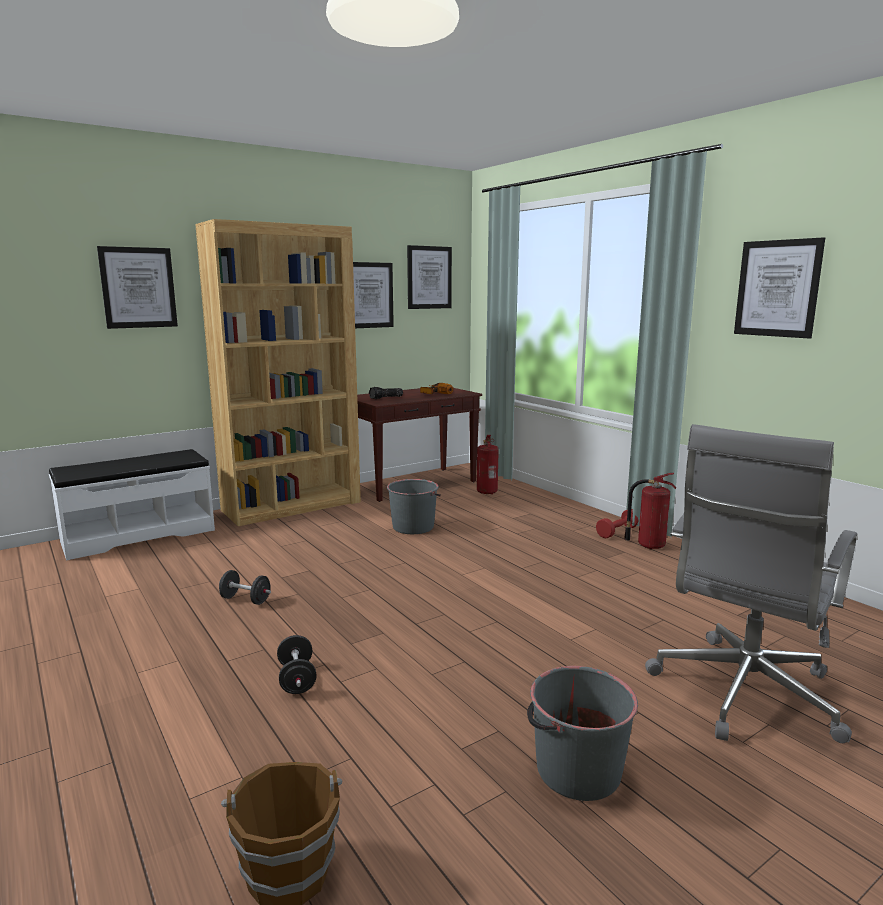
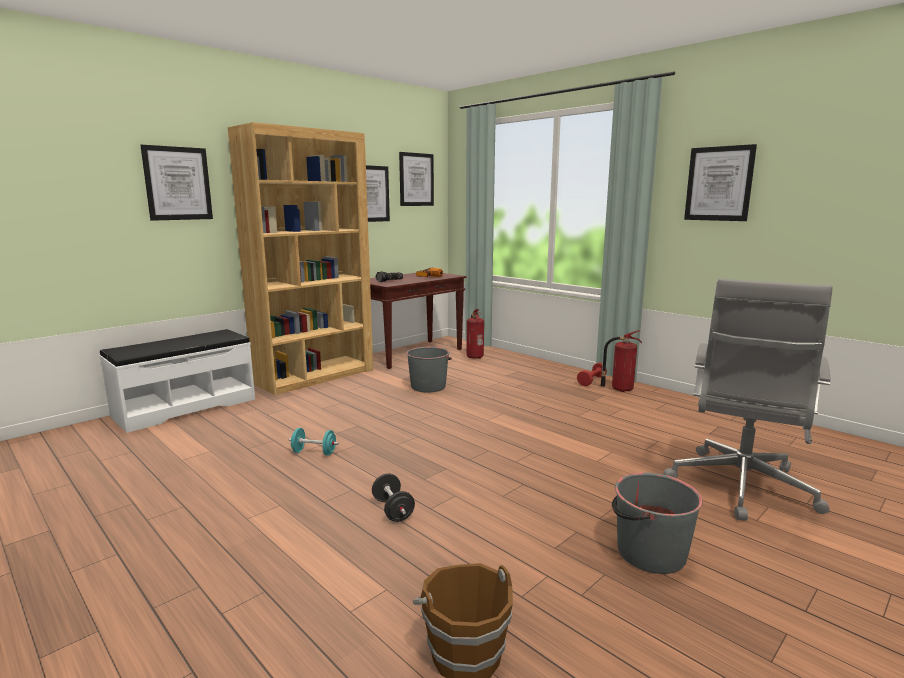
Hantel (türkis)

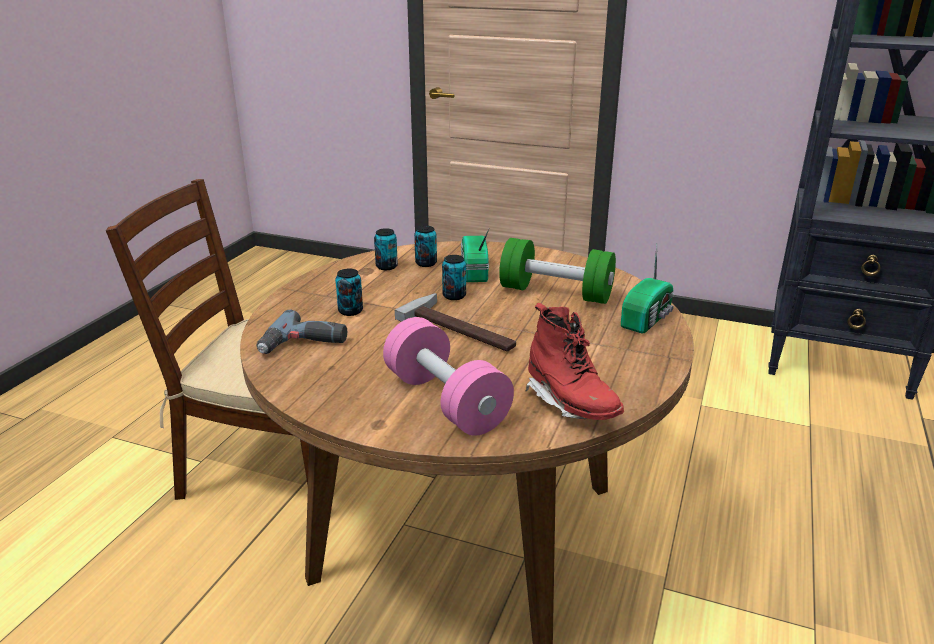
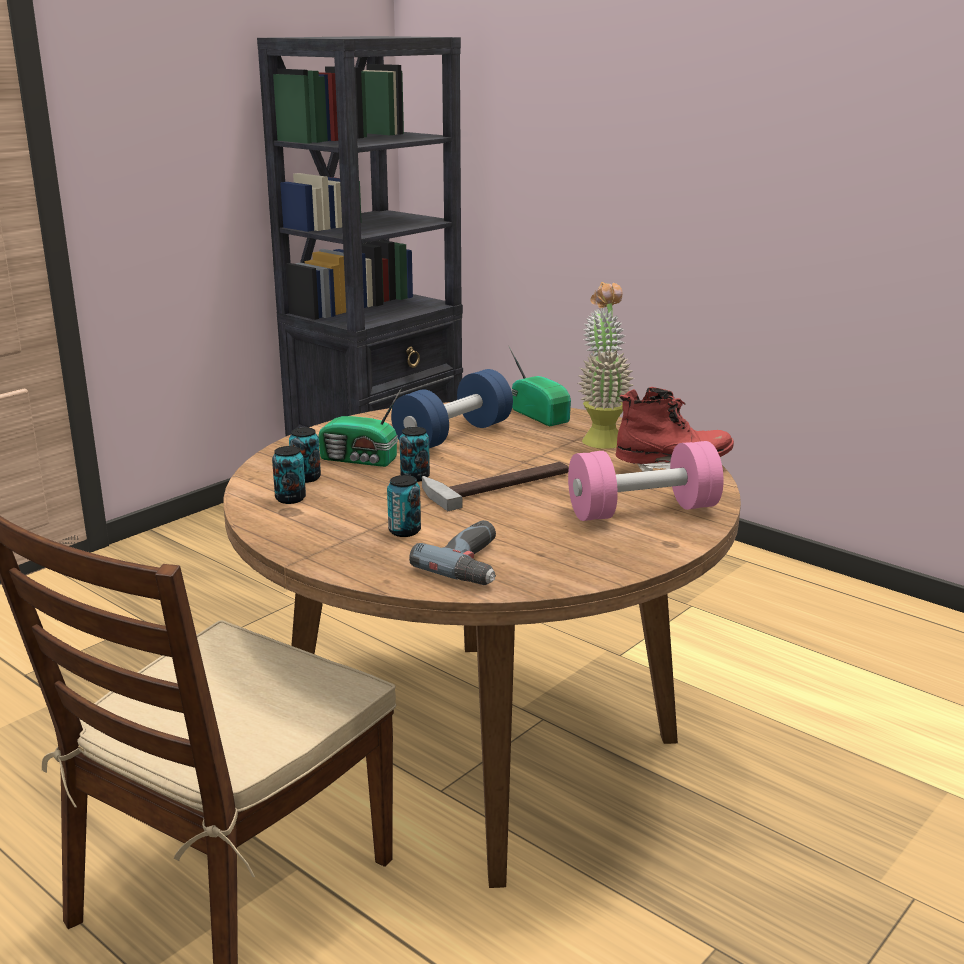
Hantel (blau)
Topfpflanze

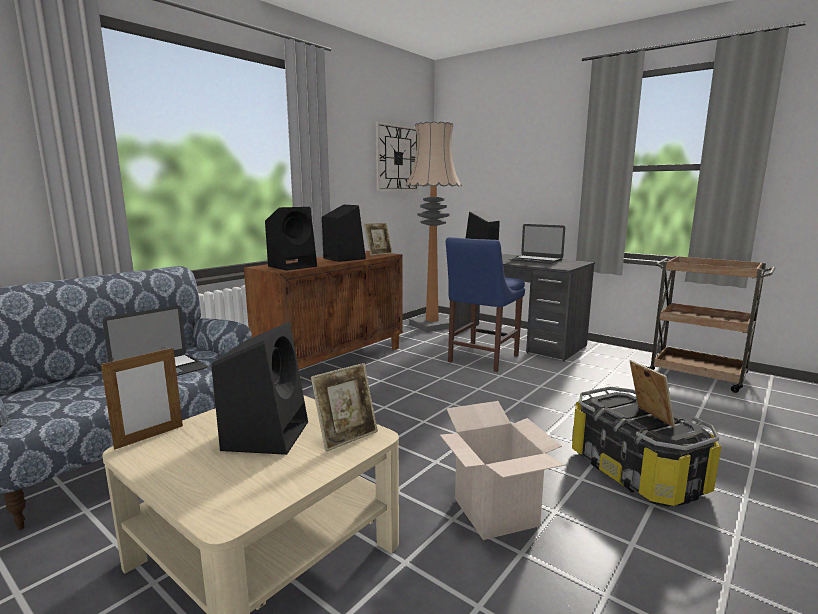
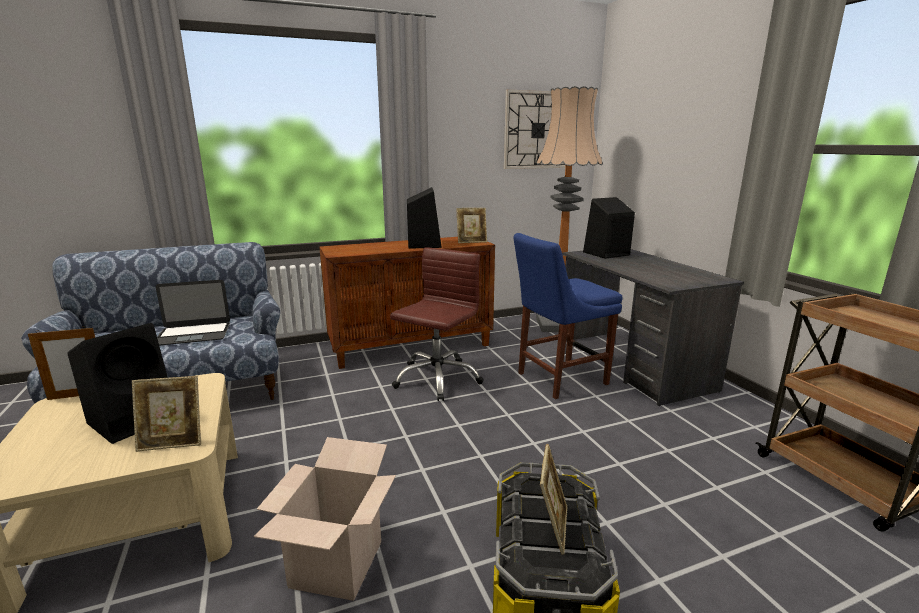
Lautsprecher (schwarz) (2nd from left in the first image)
Laptop (2nd from left in the first image)
Bürostuhl (braun)

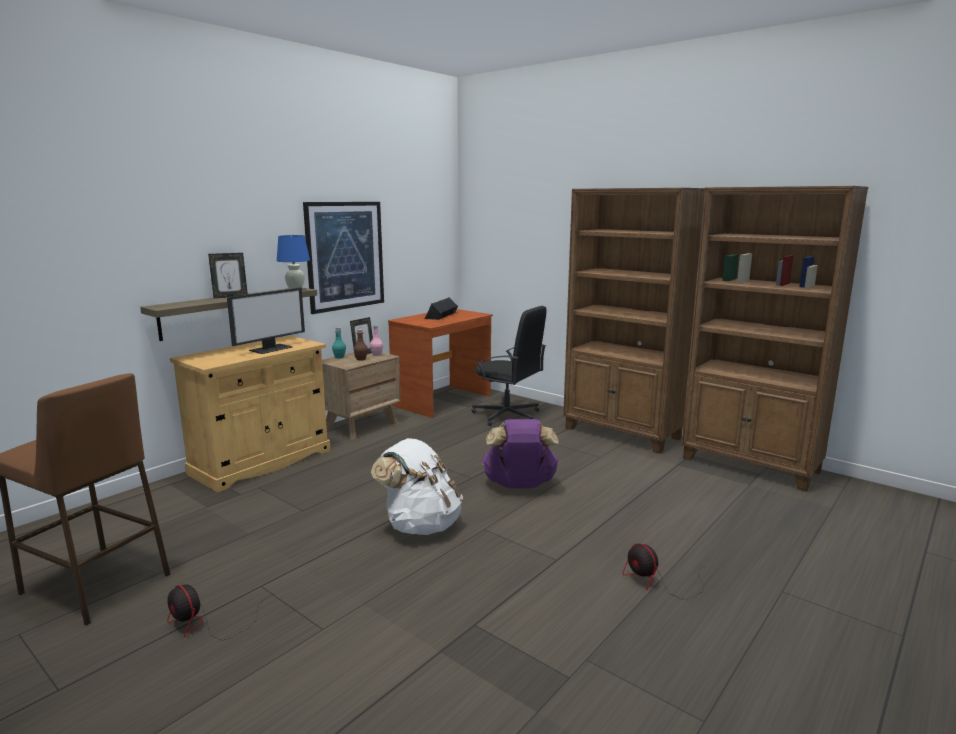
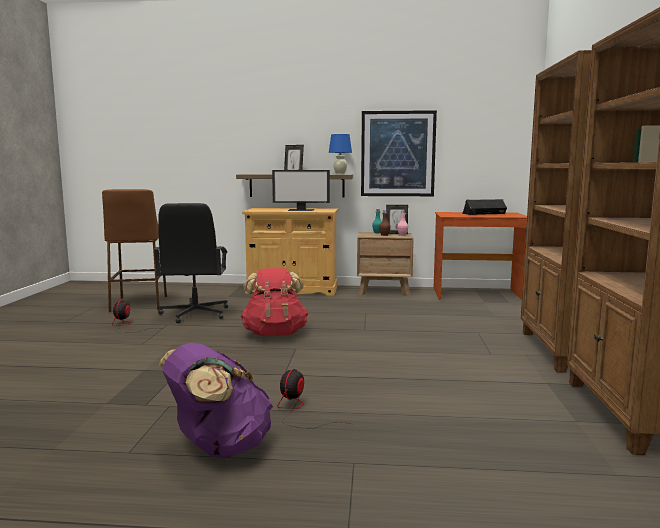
Bürostuhl (schwarz)
Rucksack (lila)
Rucksack (rot)

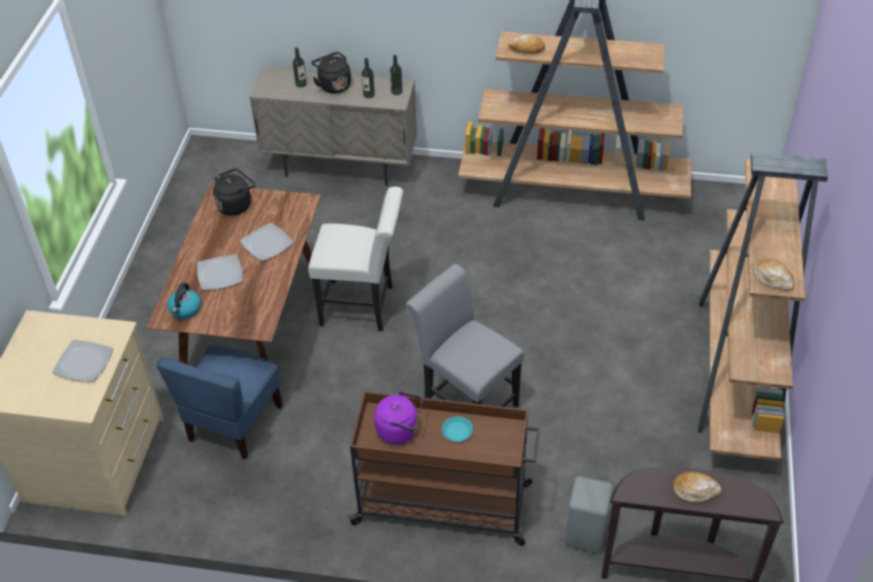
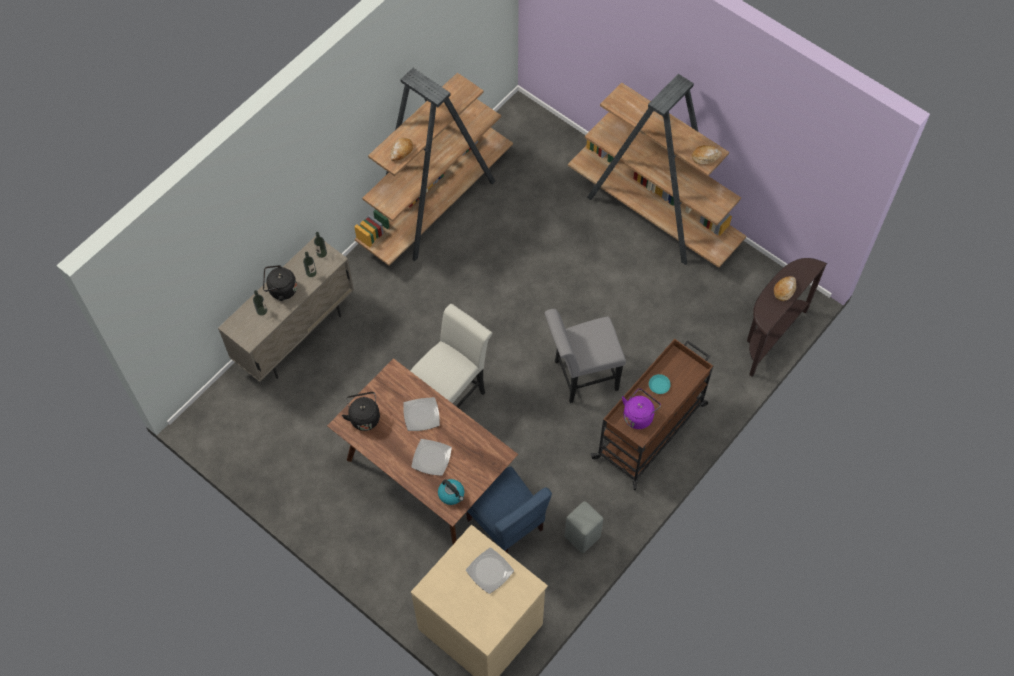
Hocker (grau)

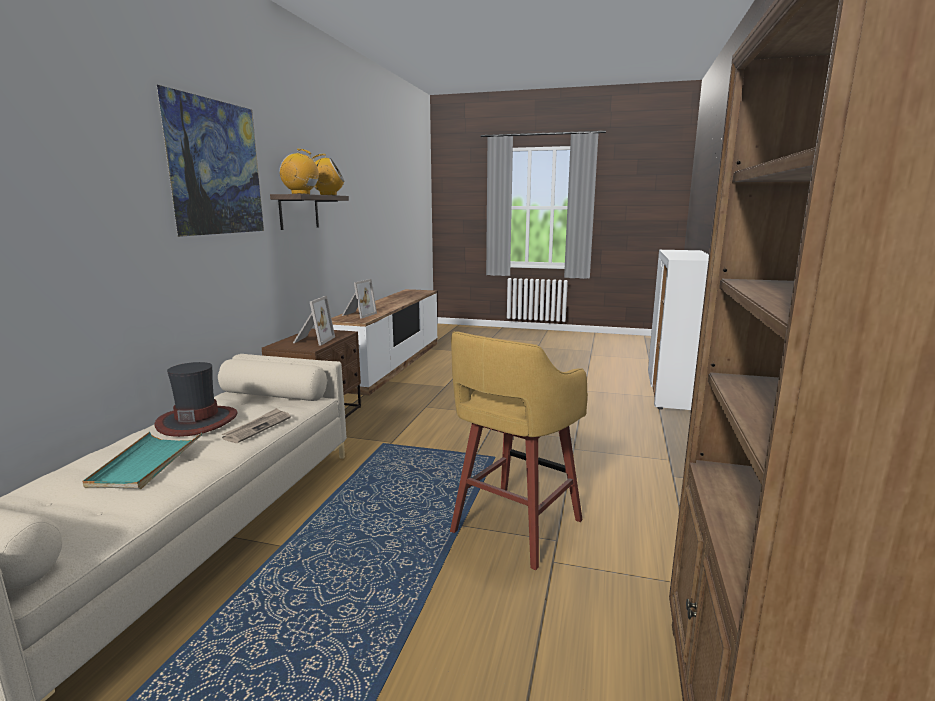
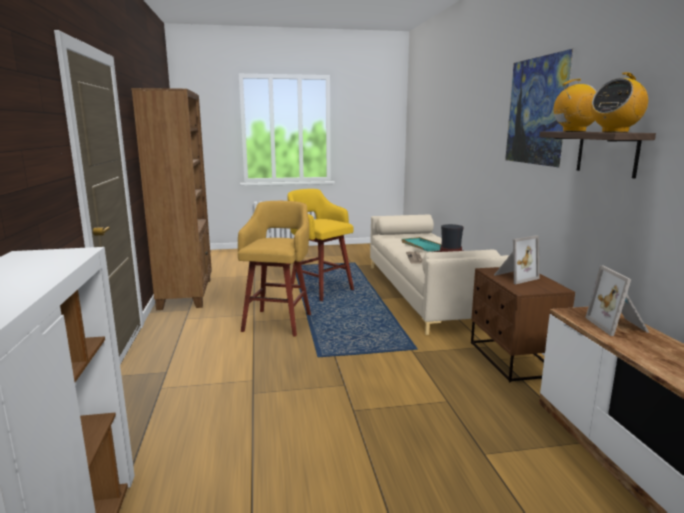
Bilderrahmen (1st from left)
Hocker (gelb) (2nd from left)

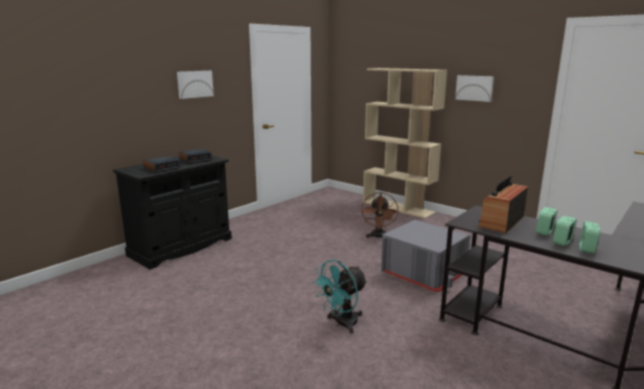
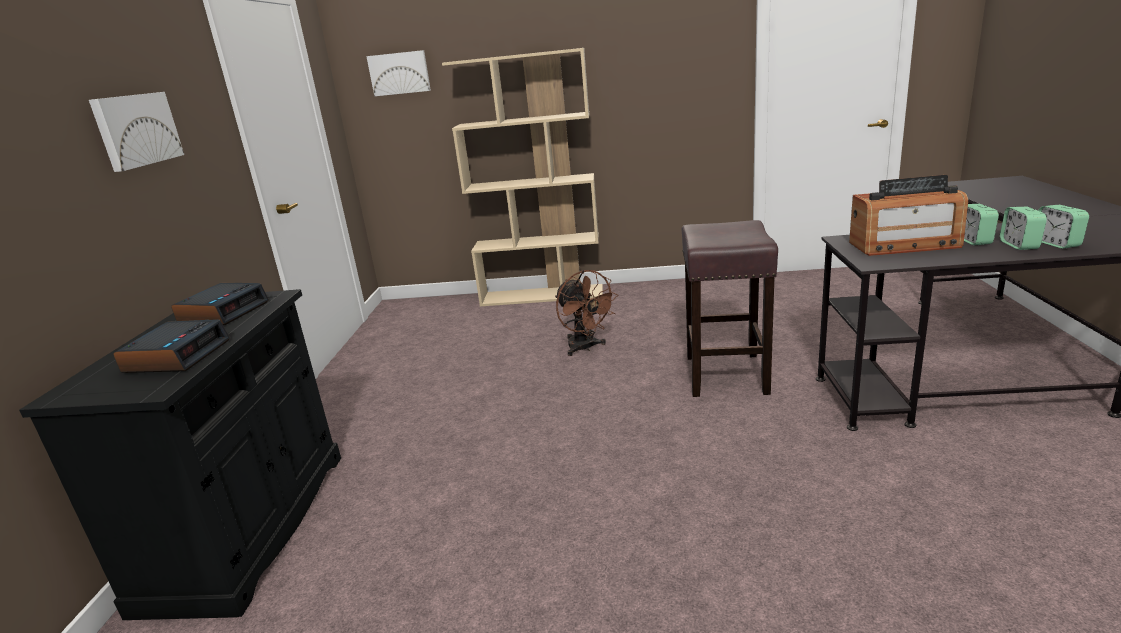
Bild (2nd from left)
Radio
Hocker (braun)
Ventilator (türkis)

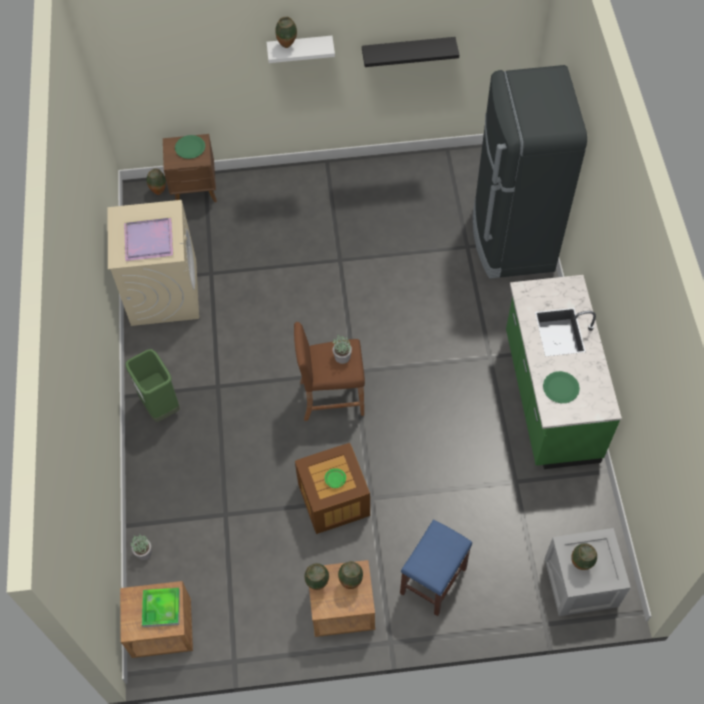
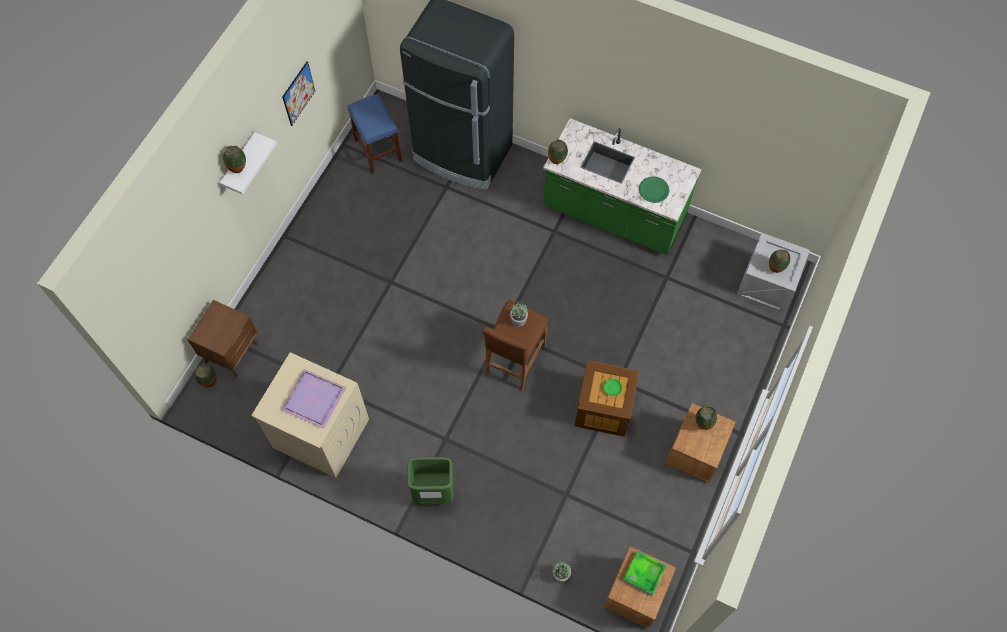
Bild
Teller (grün) (1st from left in the first image)
Hocker (blau)
Vase (3rd from left)

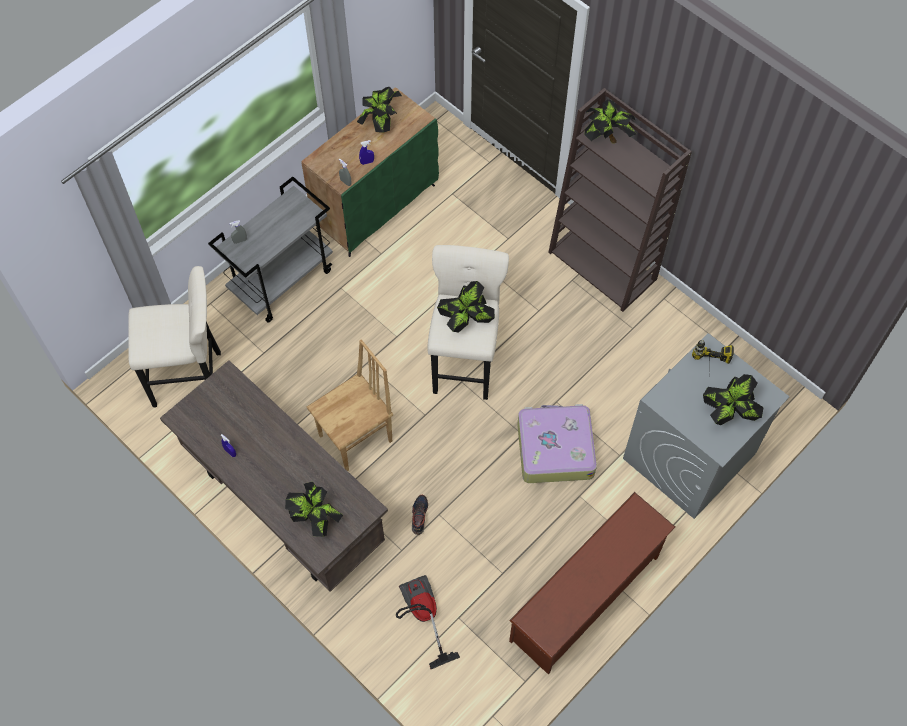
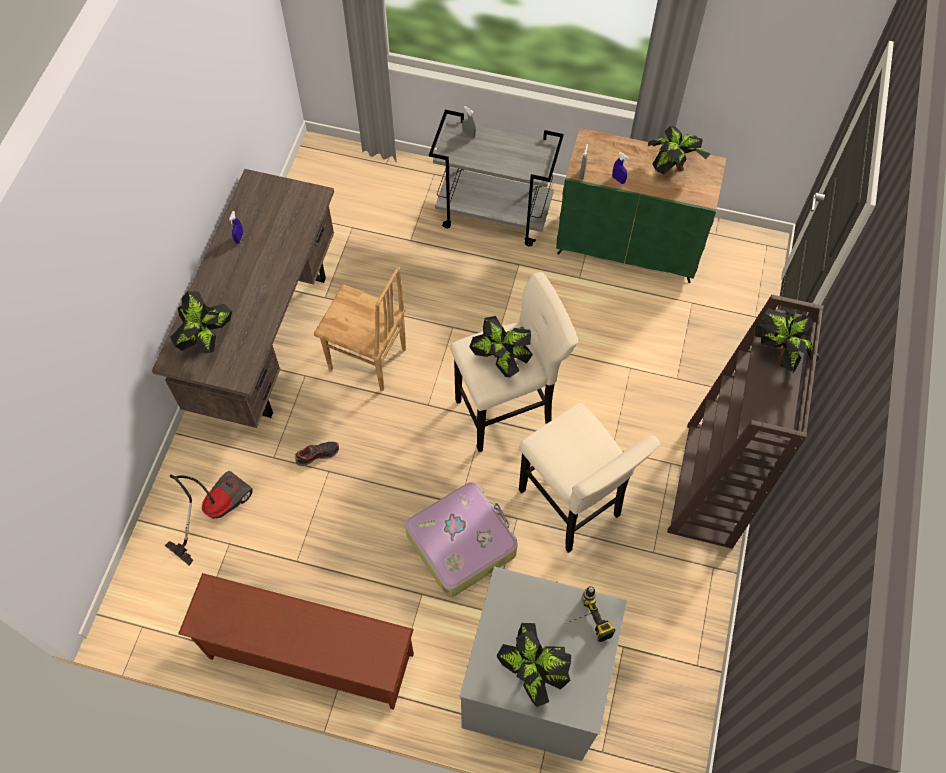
Hocker (beige) (2nd from left)

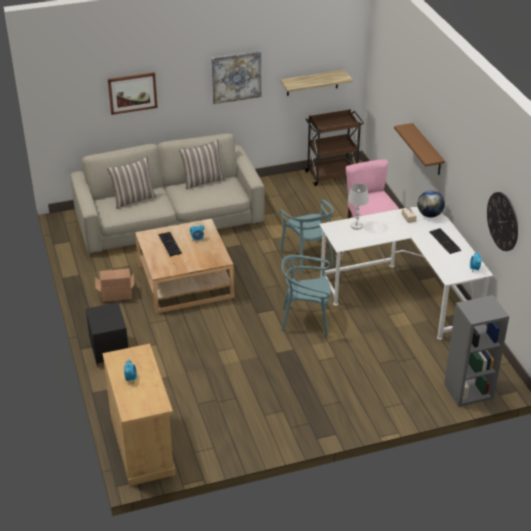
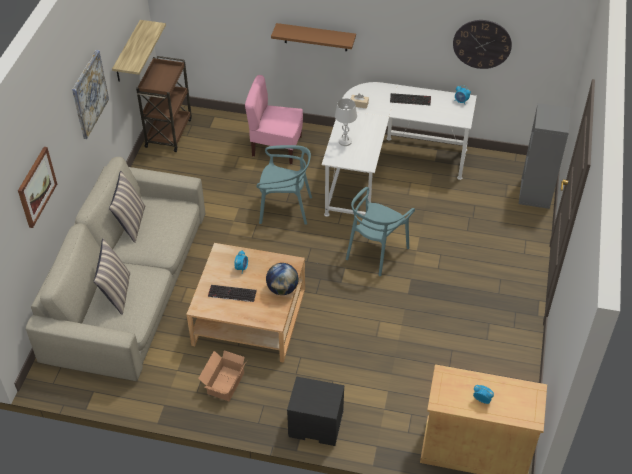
Globus

